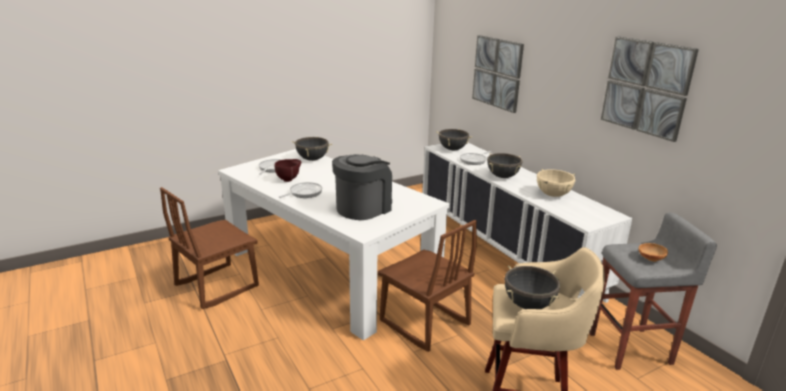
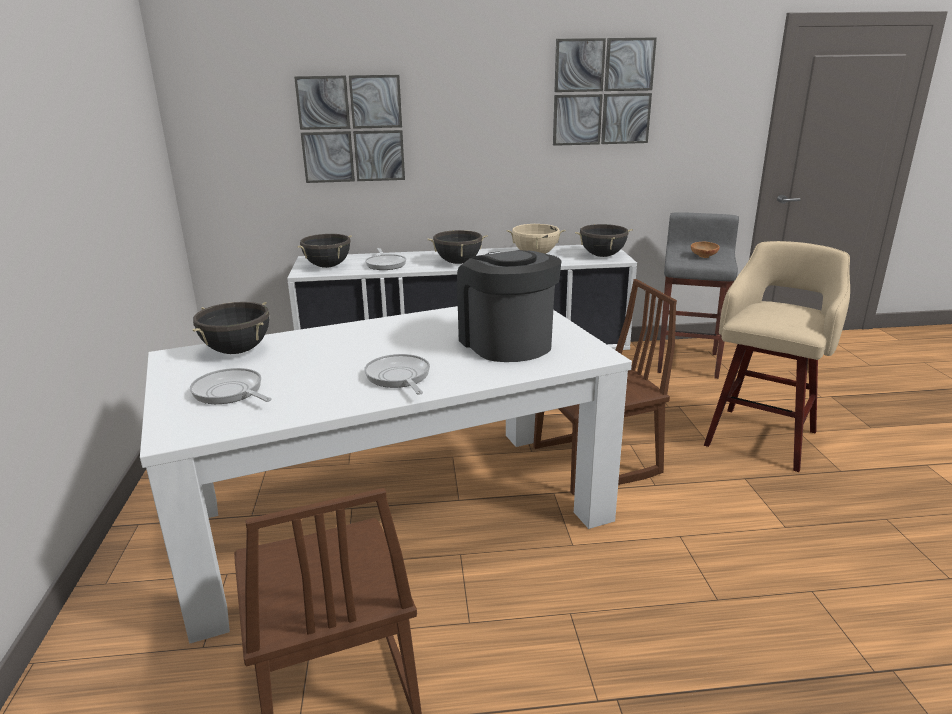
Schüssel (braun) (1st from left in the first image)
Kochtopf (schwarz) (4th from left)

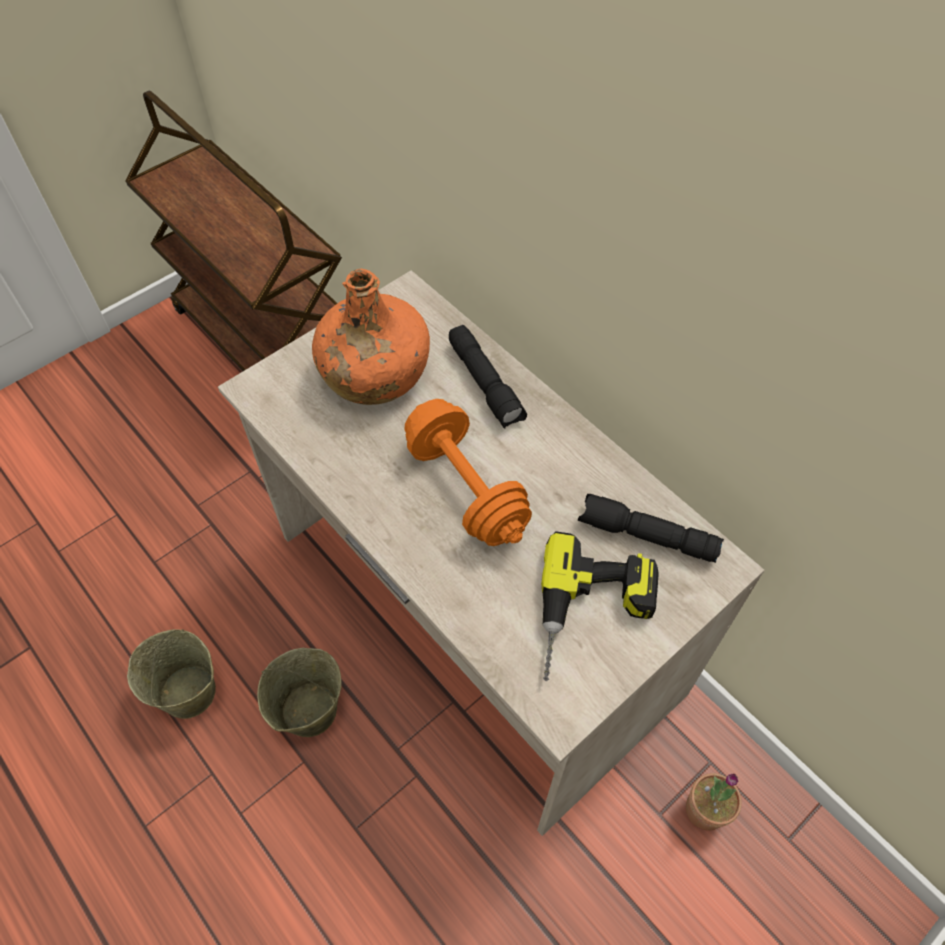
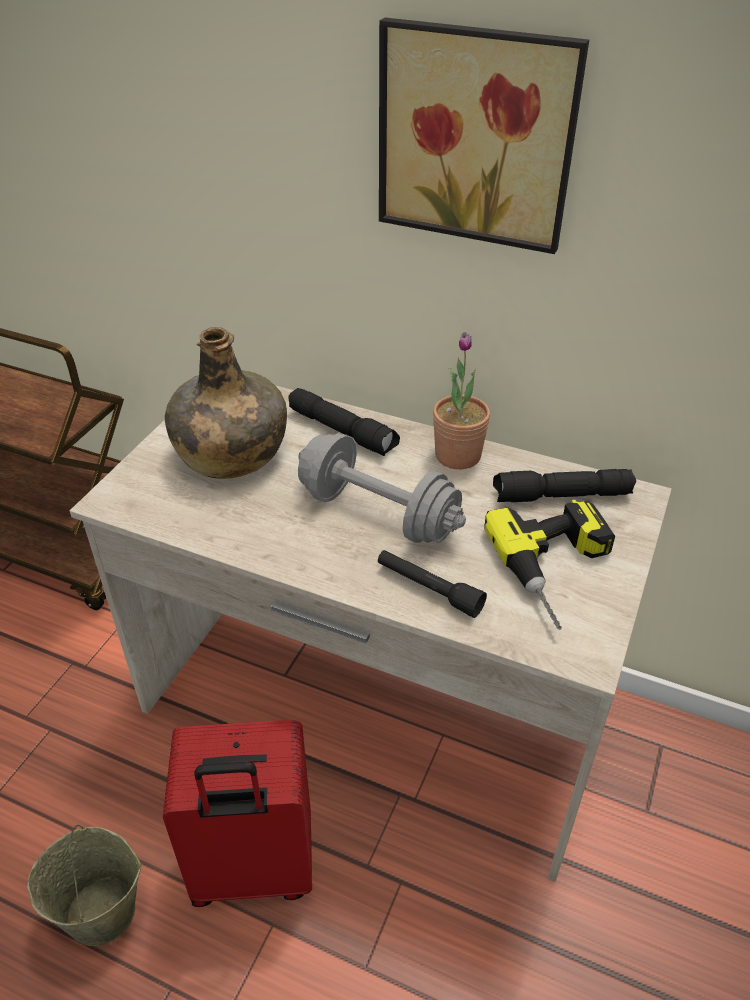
Flasche (grün)
Hantel (grau)
Koffer (rot)
Topfpflanze
Bild
Taschenlampe (schwarz) (2nd from left)

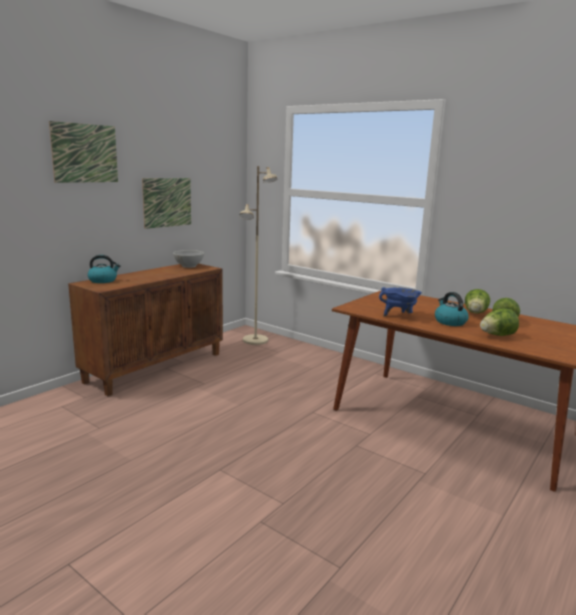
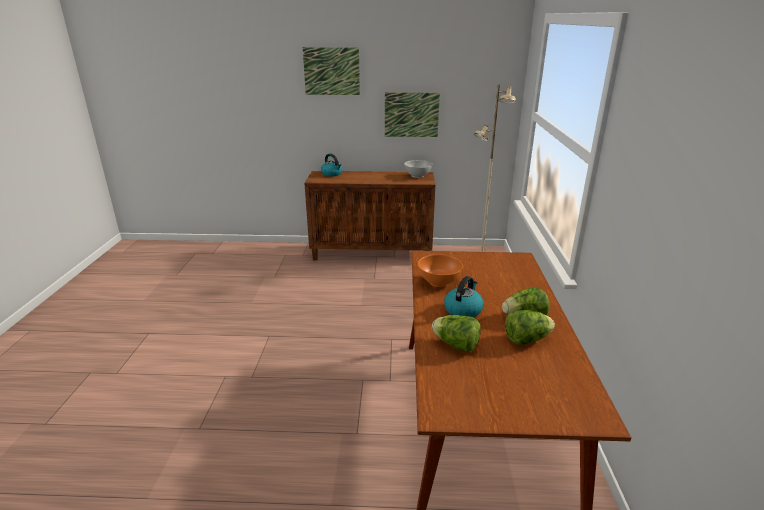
Schüssel (orange)

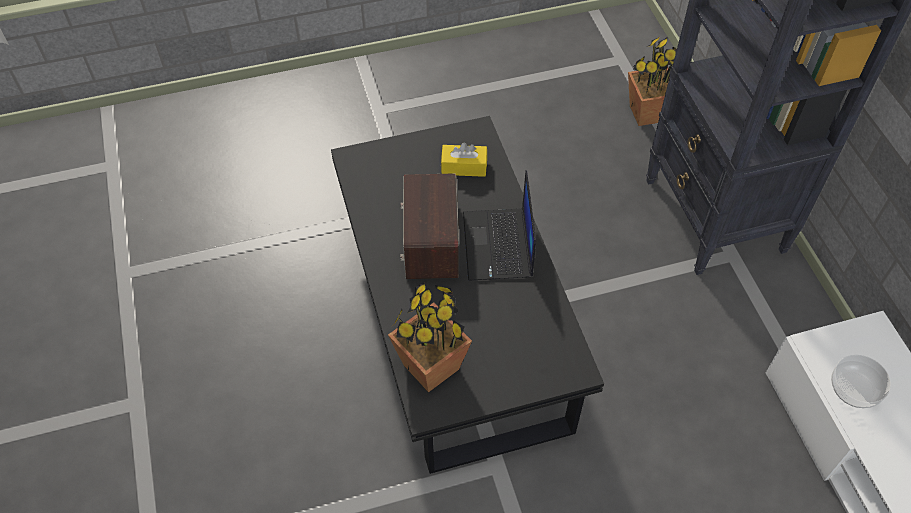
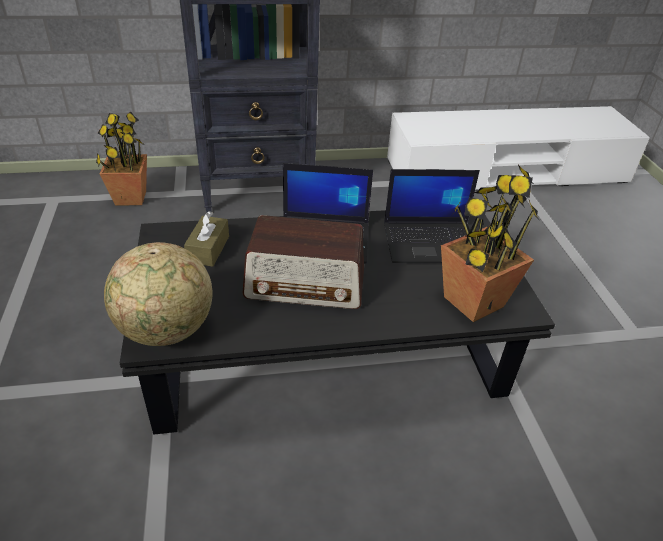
Taschentuchbox (braun)
Schüssel
Laptop (2nd from left)
Globus

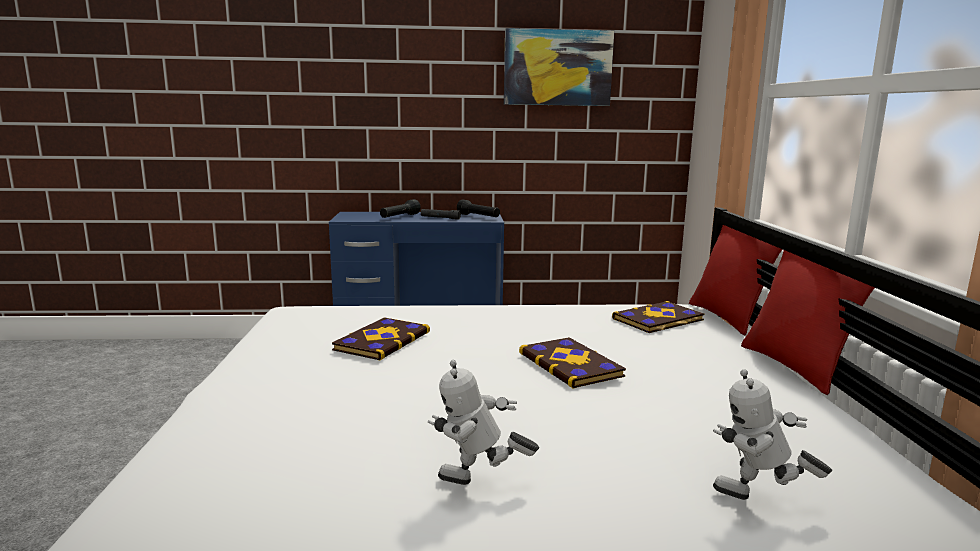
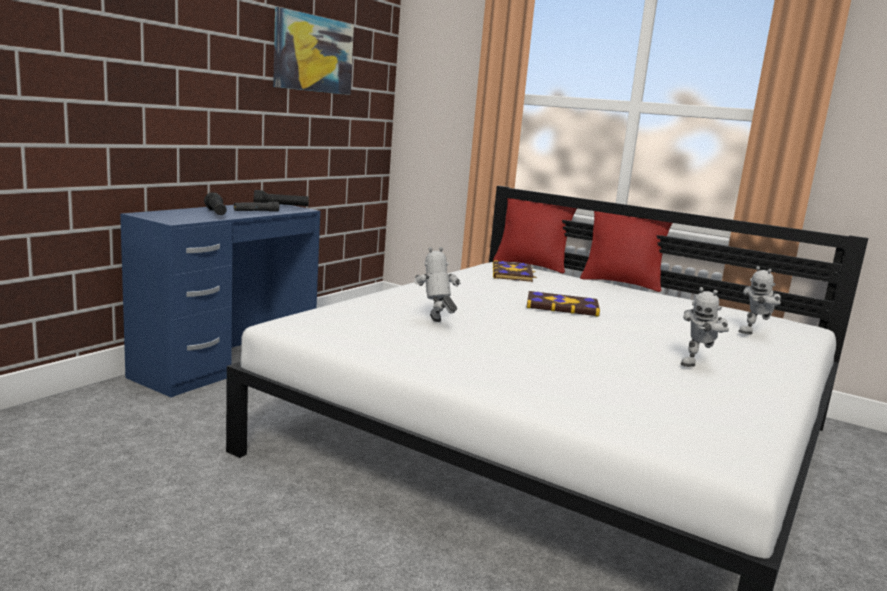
Spielzeugroboter (1st from left)

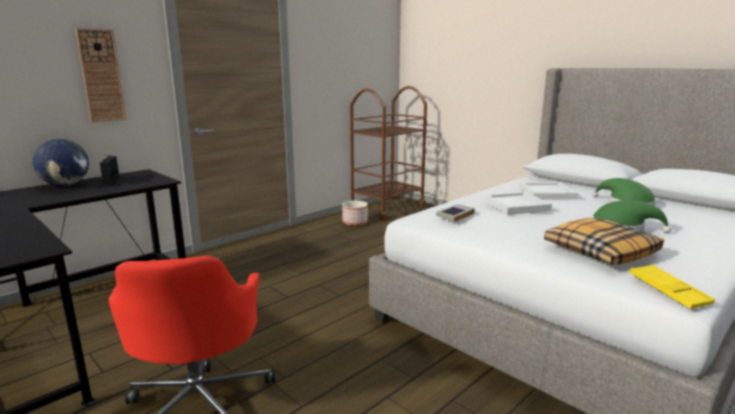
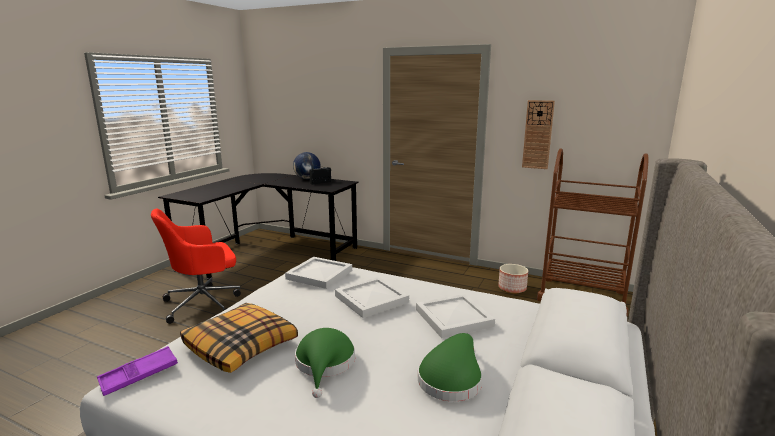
Wanduhr
Tablett (weiß) (1st from left)
Tablett (lila)

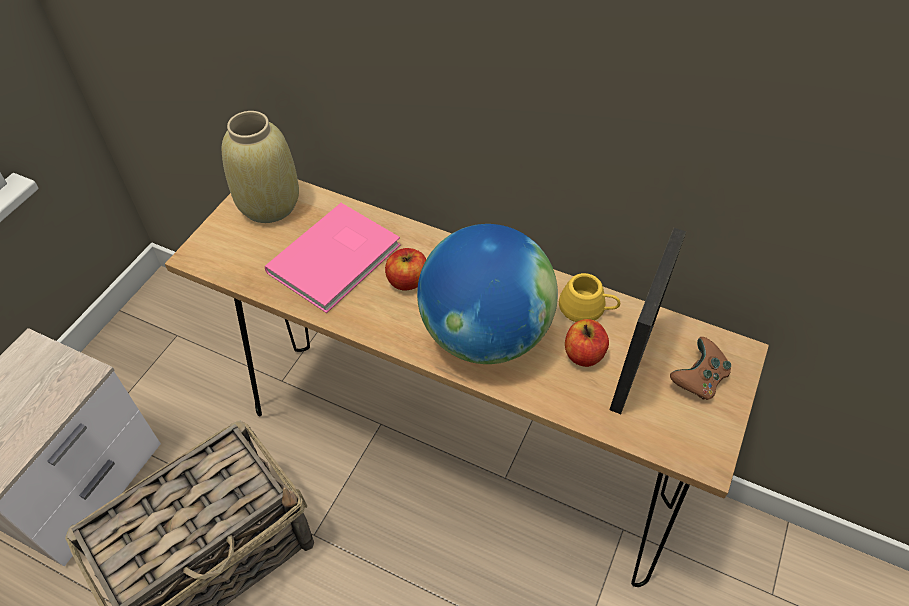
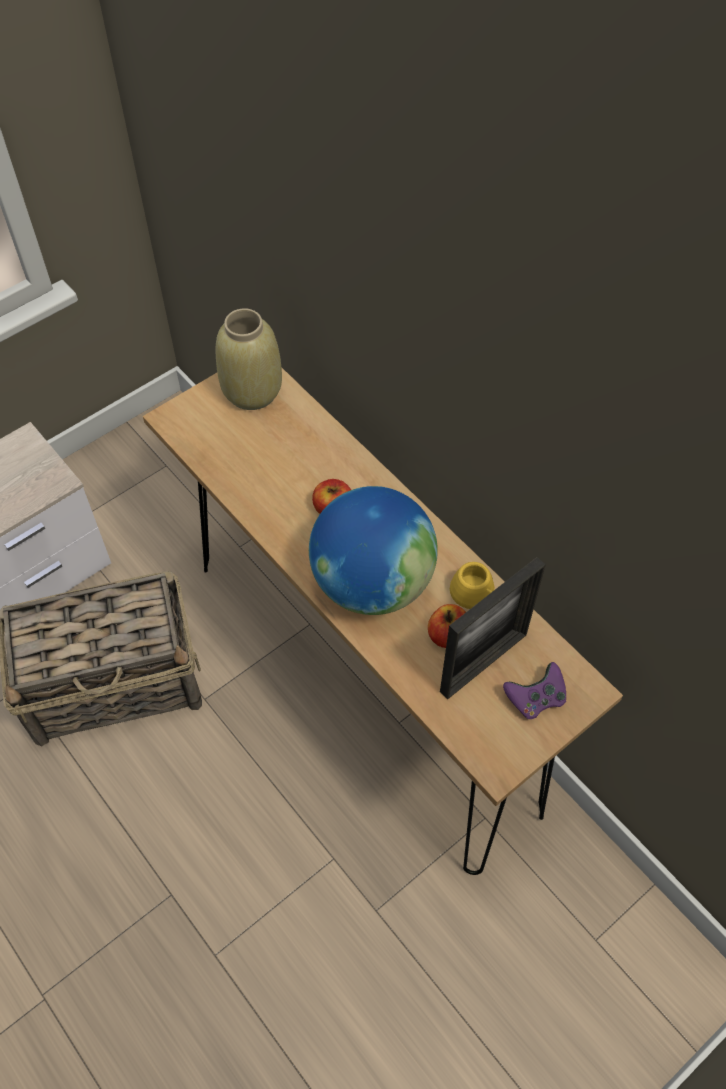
Buch (rosa)
Gamepad (lila)

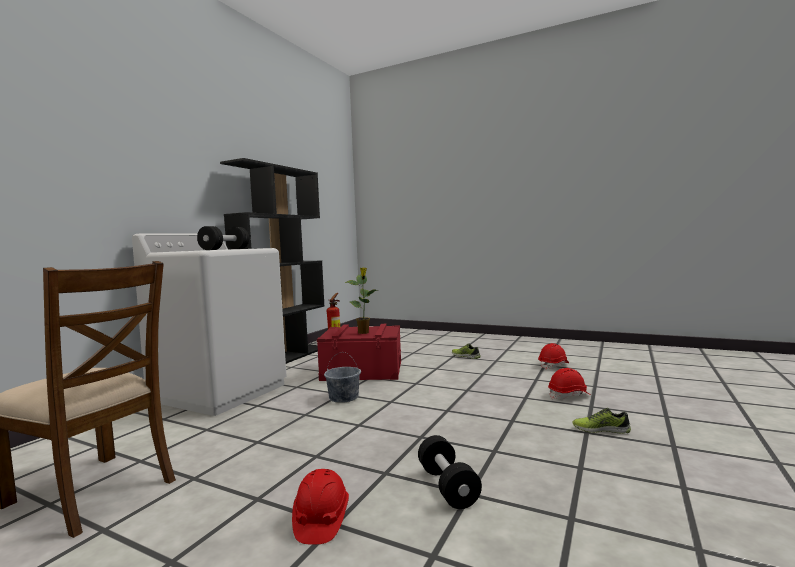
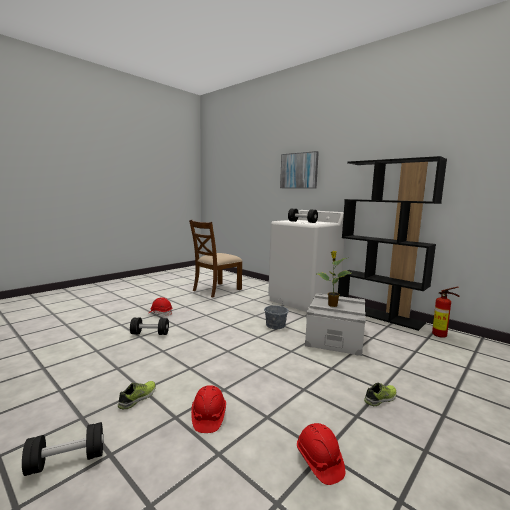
Aufbewahrungsbox (grau)
Bild
Hantel (schwarz) (1st from left)

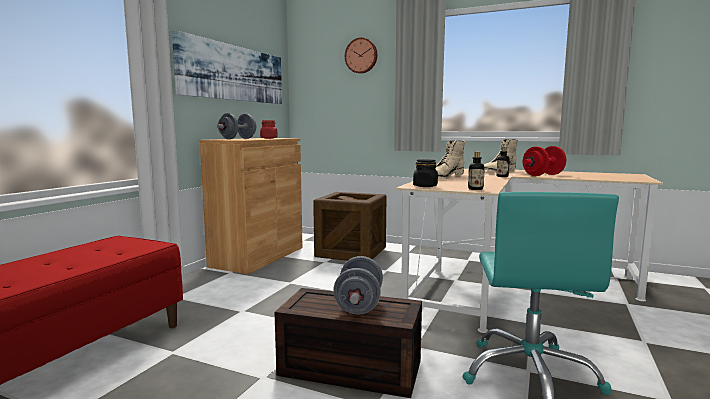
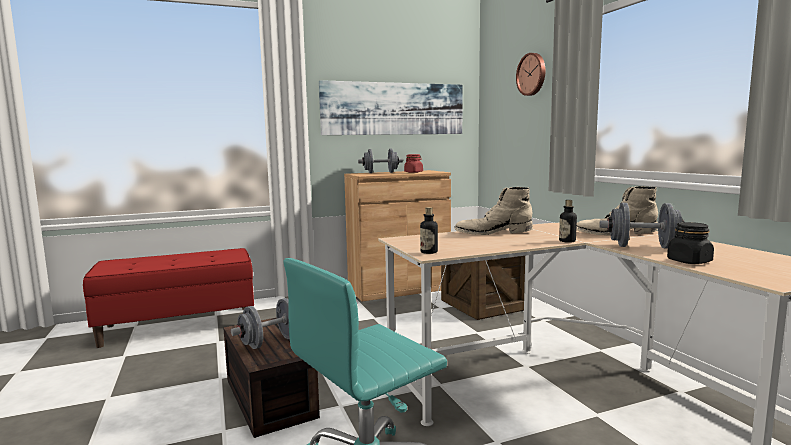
Hantel (grau) (3rd from left)
Vorratsglas (schwarz)

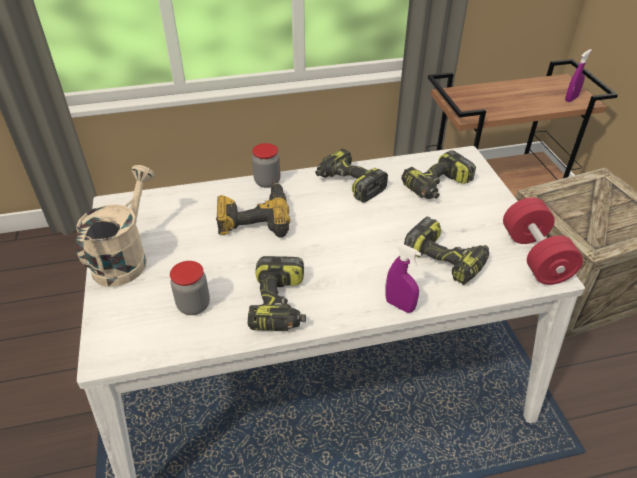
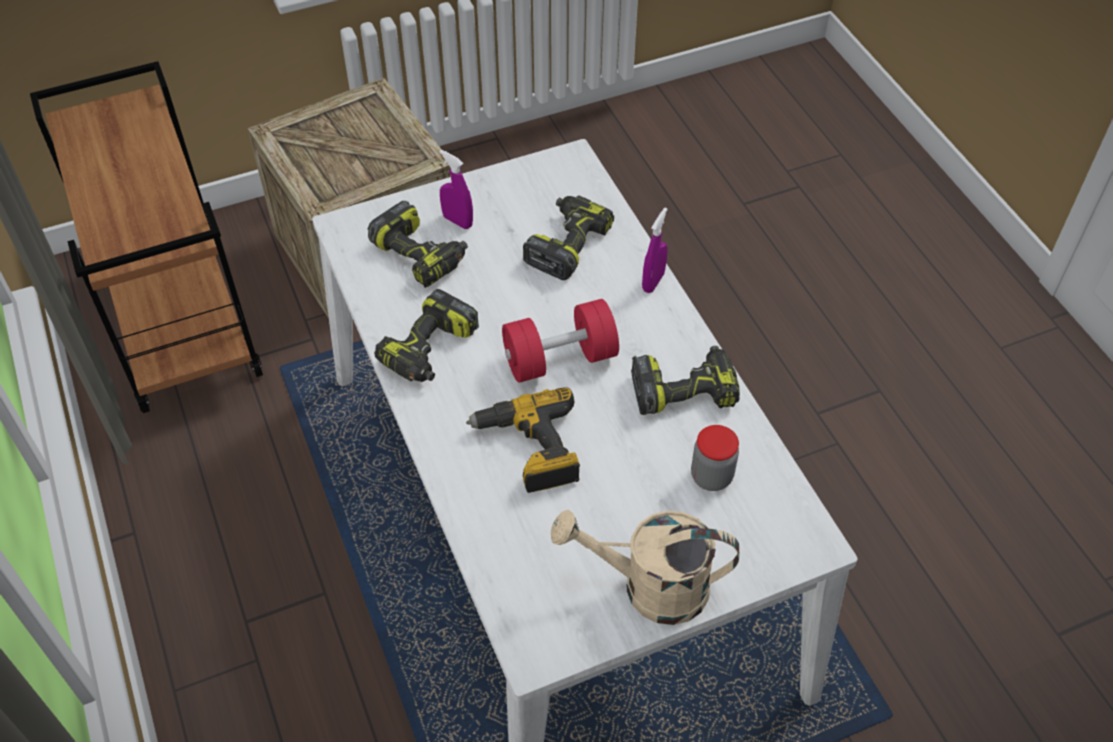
Sprühflasche (lila) (1st from left)
Vorratsglas (2nd from left in the first image)
Hantel (rot)

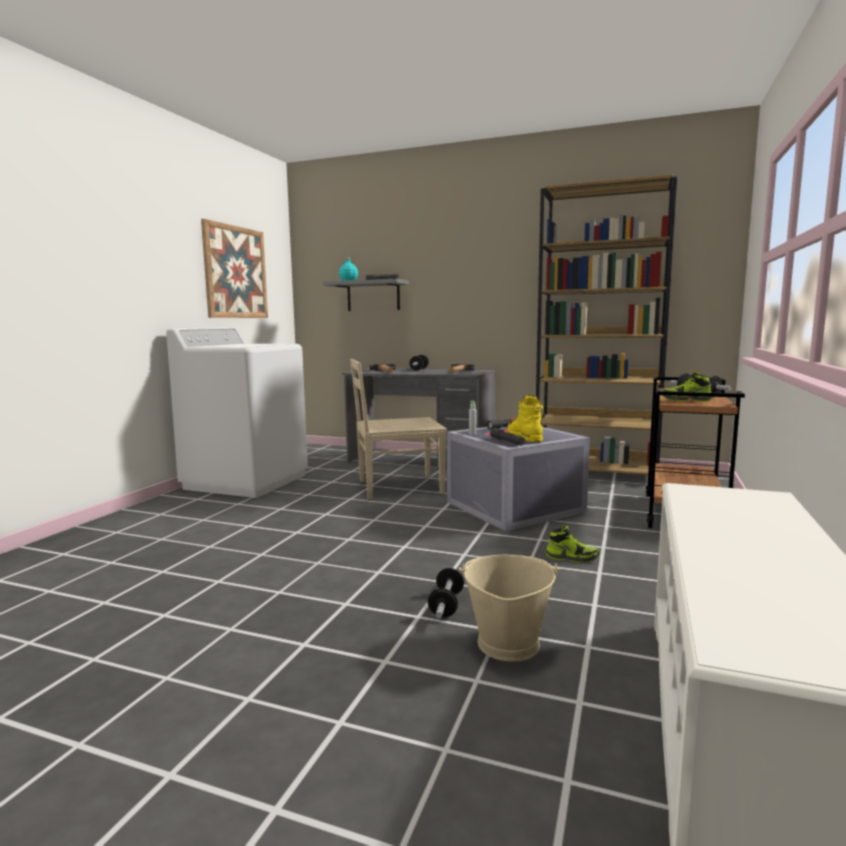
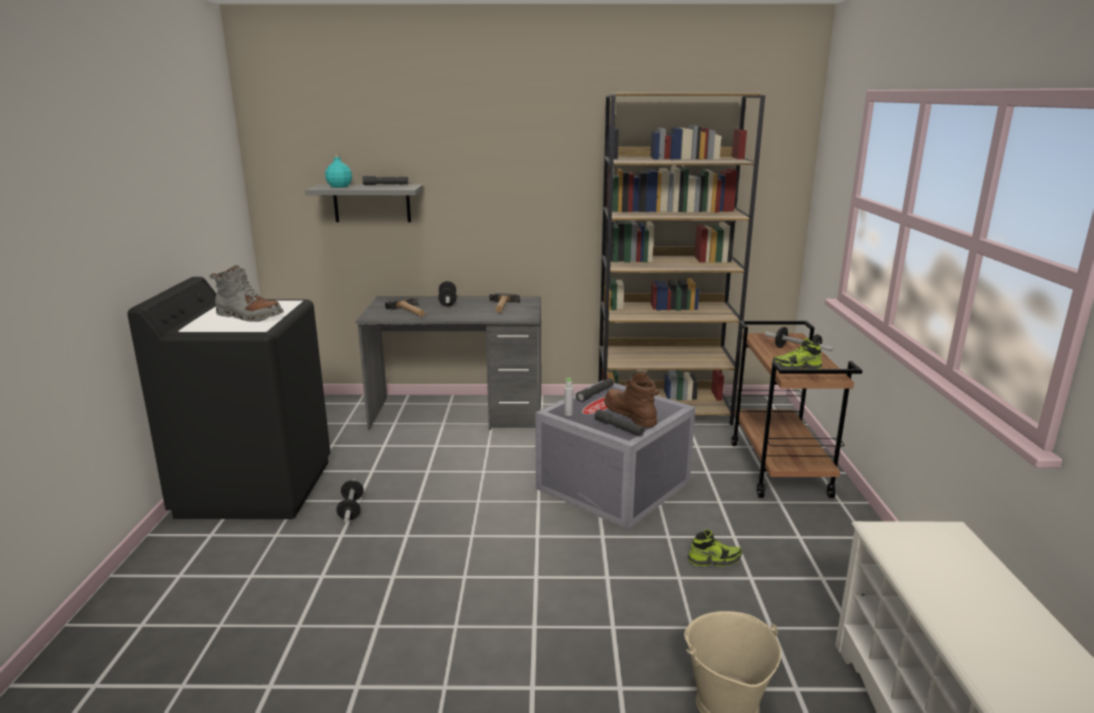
Bild
Waschmaschine (schwarz)
Stuhl (beige)
Stiefel (braun)
Hantel (1st from left)
Stiefel (grau)

